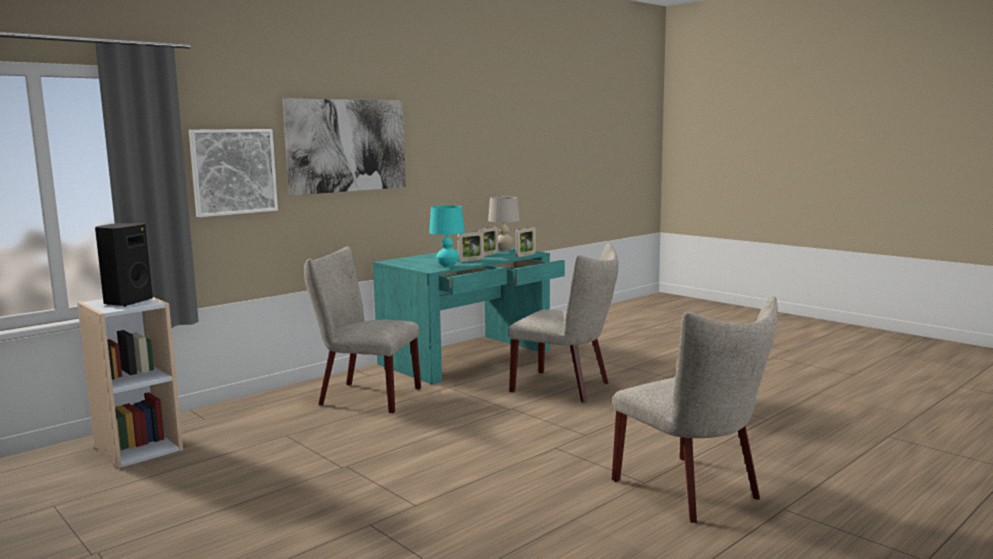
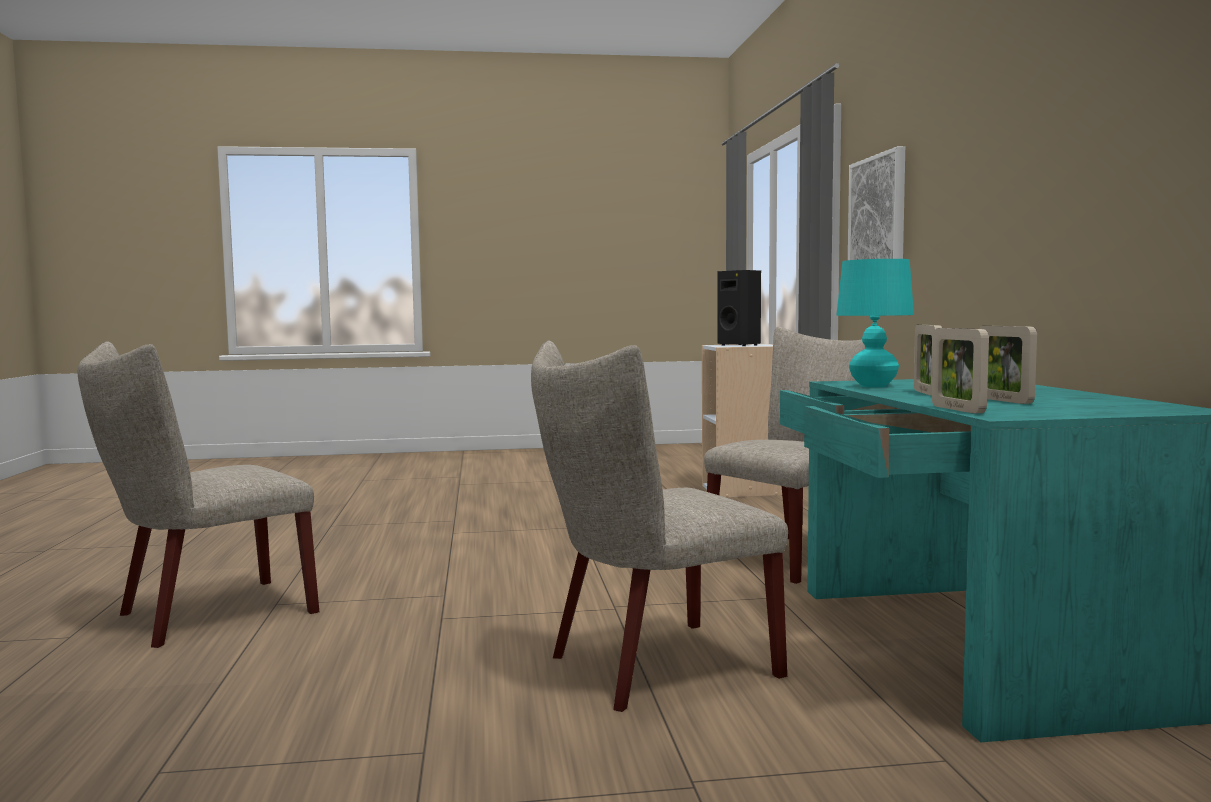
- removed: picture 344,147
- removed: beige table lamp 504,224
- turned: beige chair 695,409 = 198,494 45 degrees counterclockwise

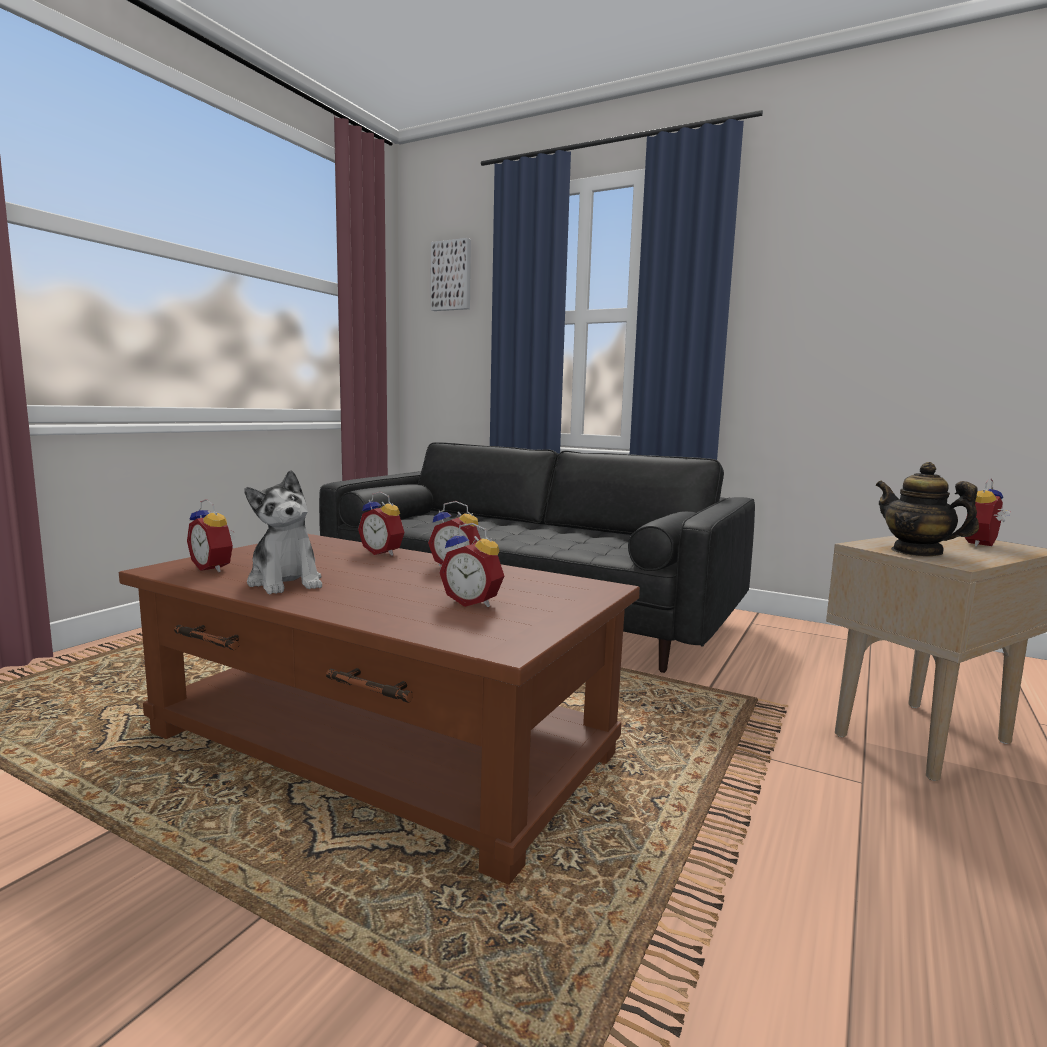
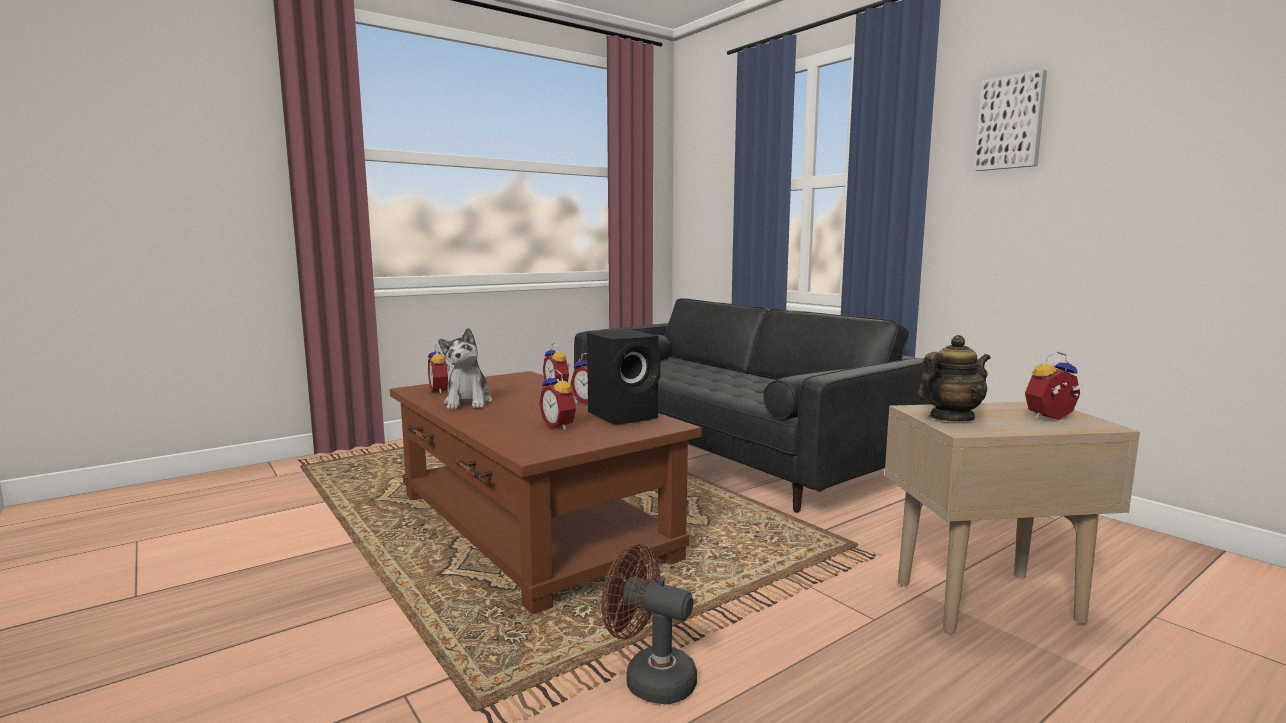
- moved: picture 451,274 to 1010,120
- turned: teapot 927,509 = 954,378 75 degrees clockwise
- added: black speaker 624,377
- added: brown fan 649,624

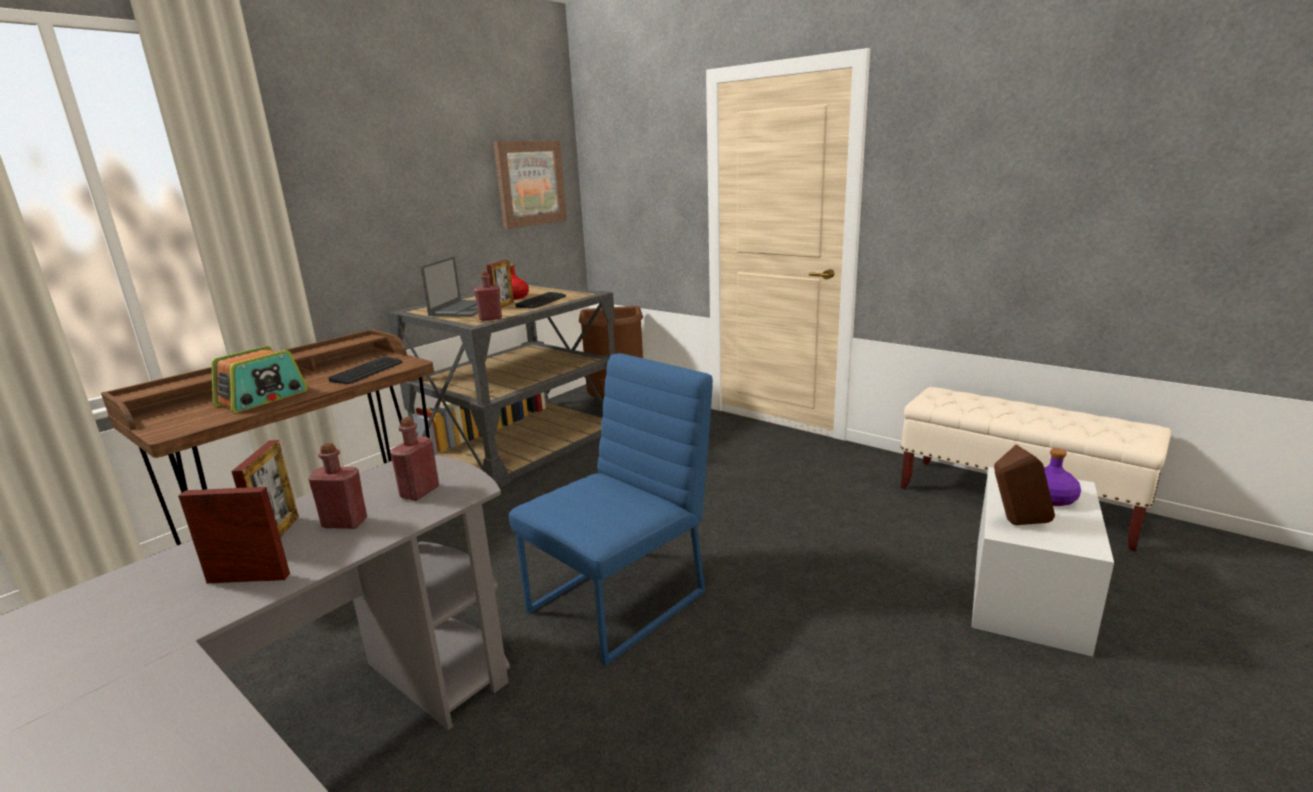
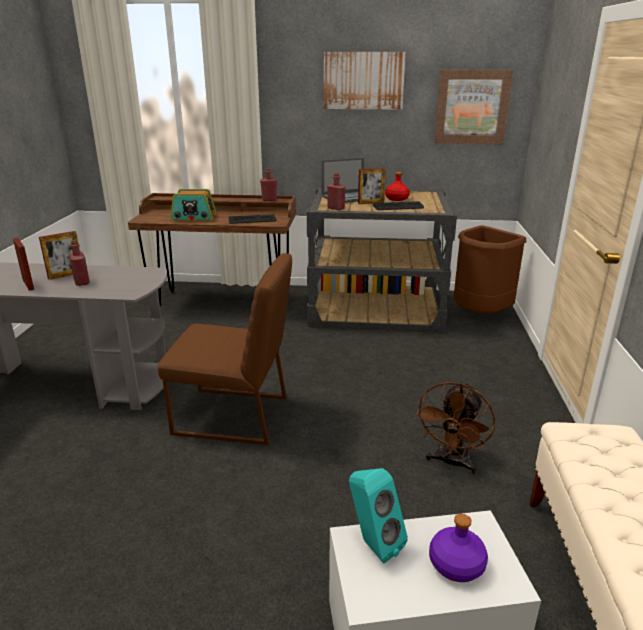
- recoloured: blue chair 611,509 to brown chair 225,349
- moved: red bottle 414,459 to 268,184
- recoloured: brown speaker 1024,484 to turquoise speaker 378,515
- added: picture 365,81
- added: brown fan 455,428

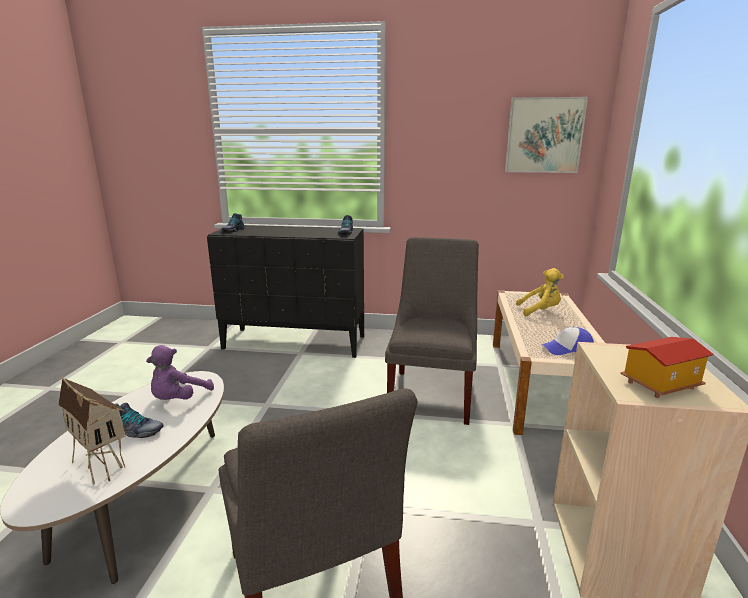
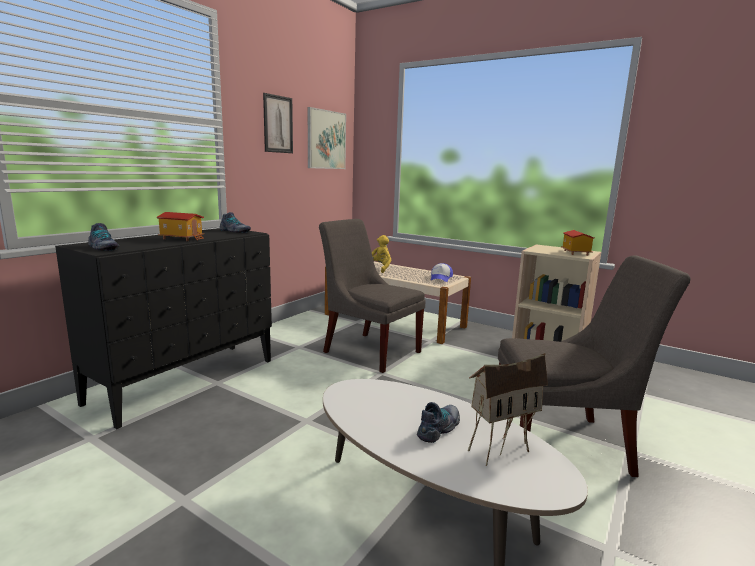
- removed: purple plush toy 180,372
- added: picture 278,123
- added: toy house 180,226

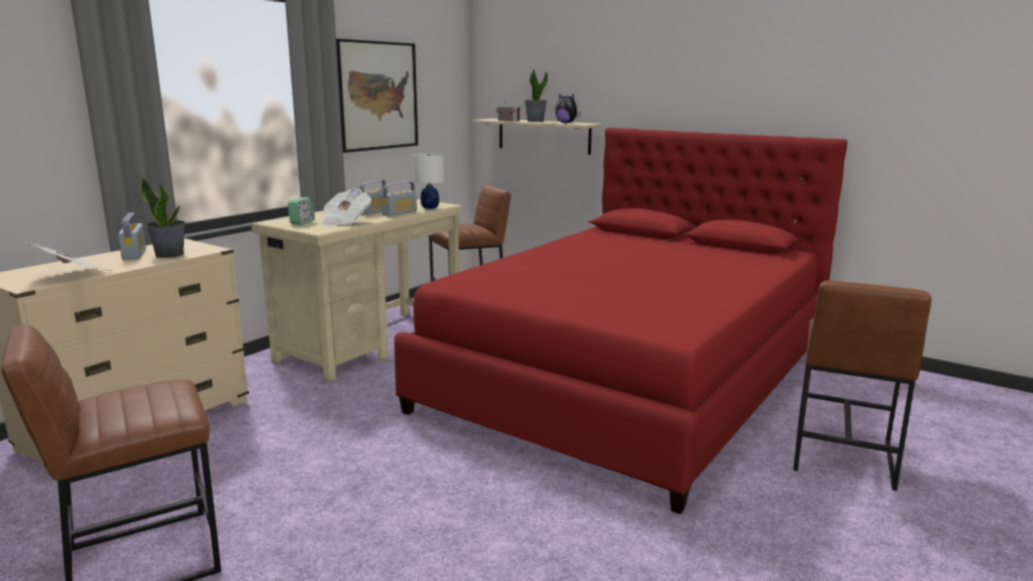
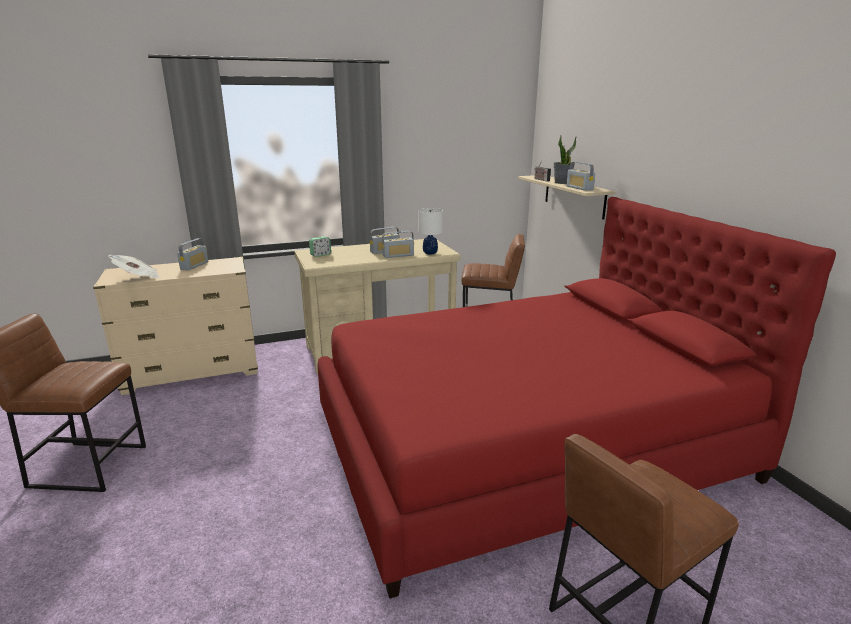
- removed: picture 377,96
- replaced: plush toy 568,108 to radio 580,176
- removed: potted plant 163,217
- removed: newspaper 346,207

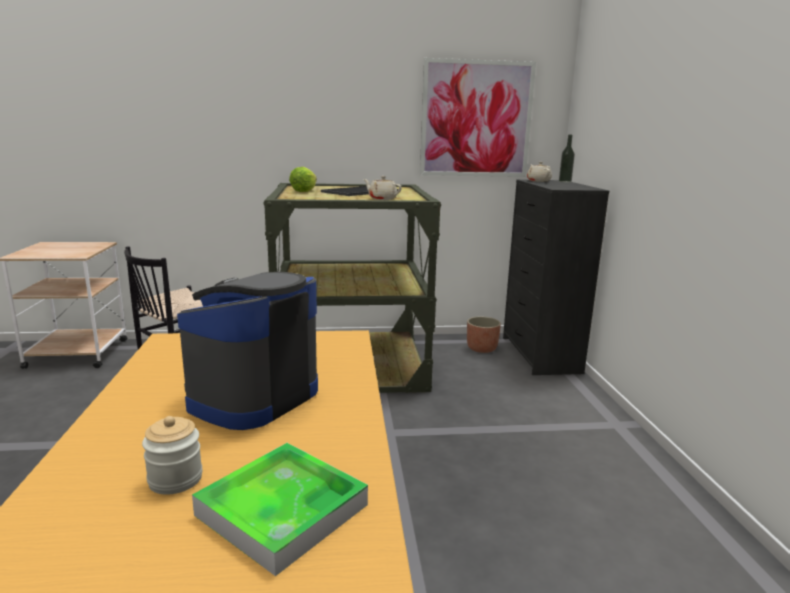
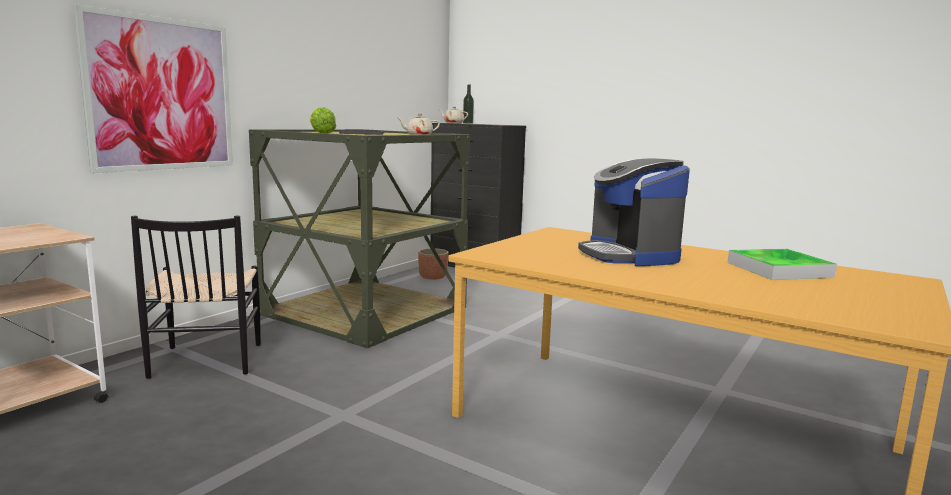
- moved: picture 478,117 to 153,88
- removed: jar 172,455

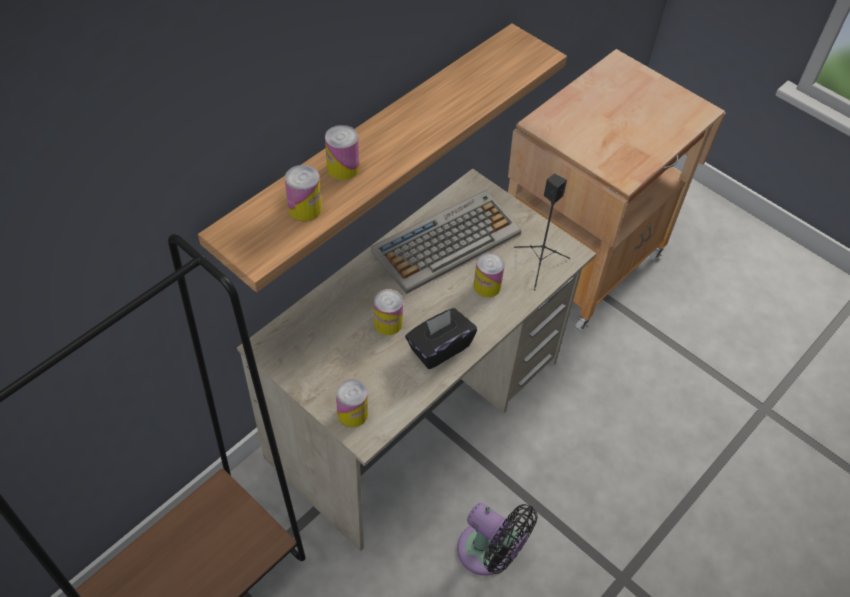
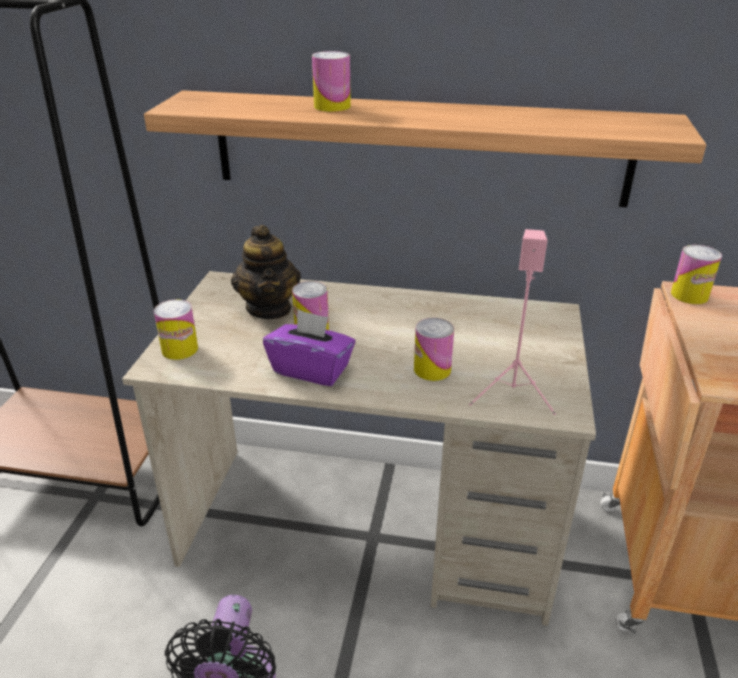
- moved: can 303,193 to 696,274
- recoloured: black speaker 542,231 to pink speaker 512,322
- removed: keyboard 446,242
- recoloured: black tissue box 441,338 to purple tissue box 309,348
- added: teapot 266,272

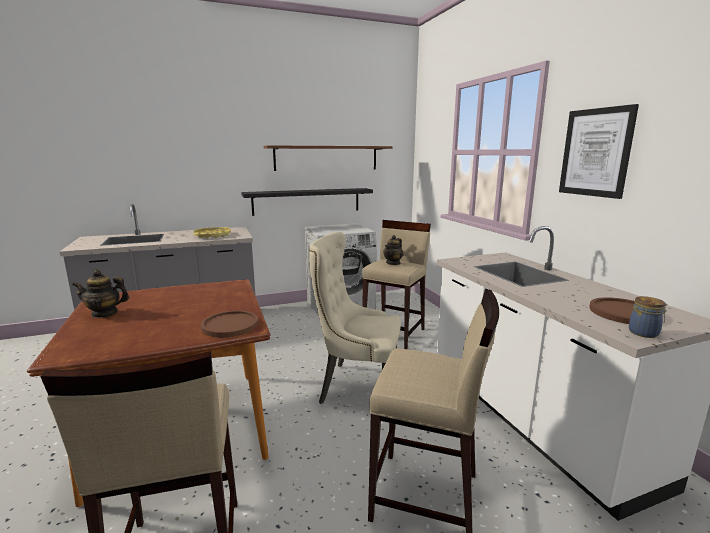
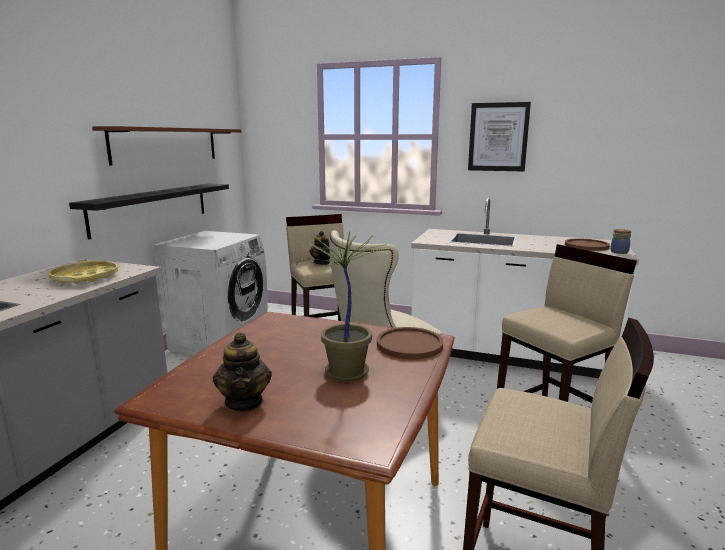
- turned: teapot 100,294 = 242,371 45 degrees counterclockwise
- added: potted plant 343,306

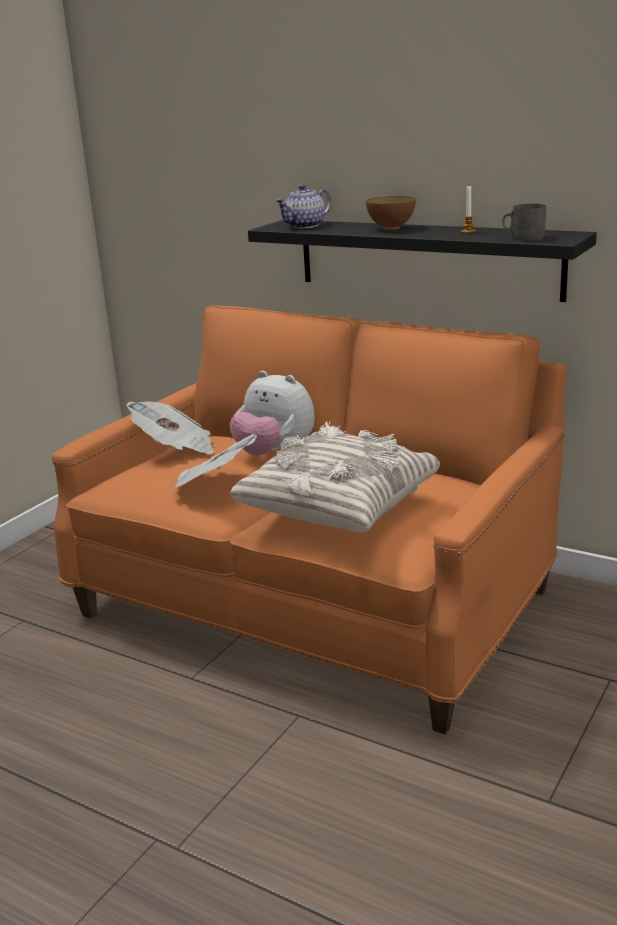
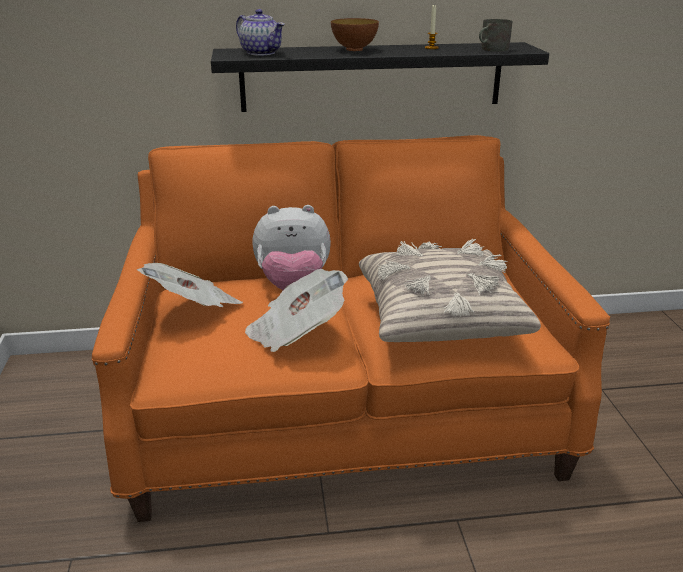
- turned: teapot 303,206 = 260,32 60 degrees counterclockwise

